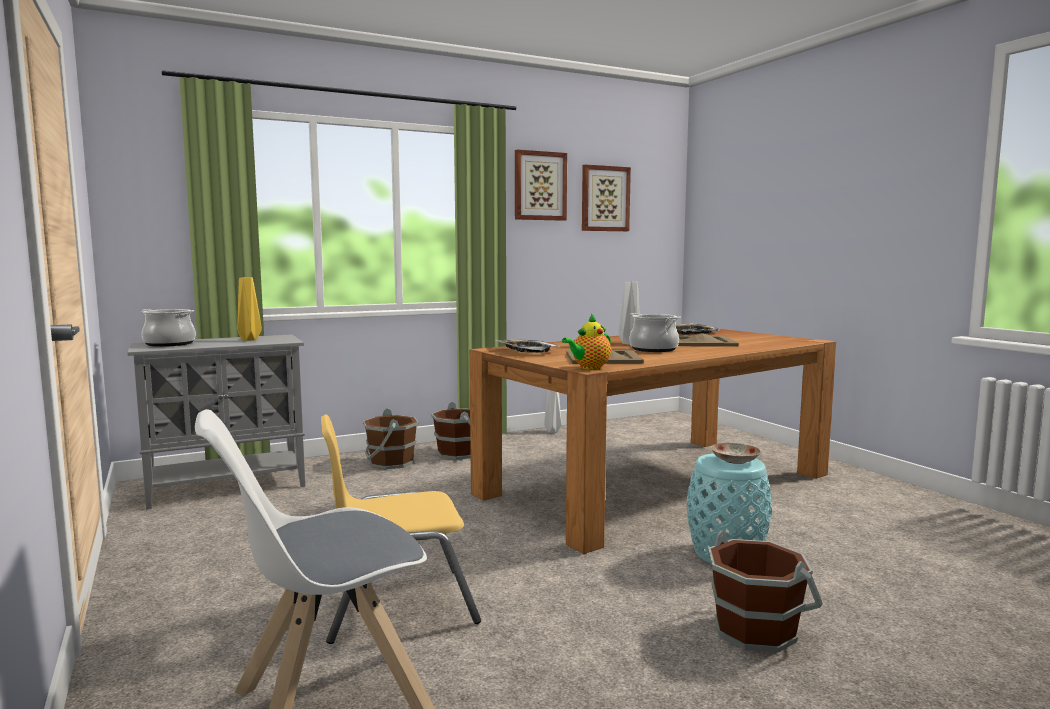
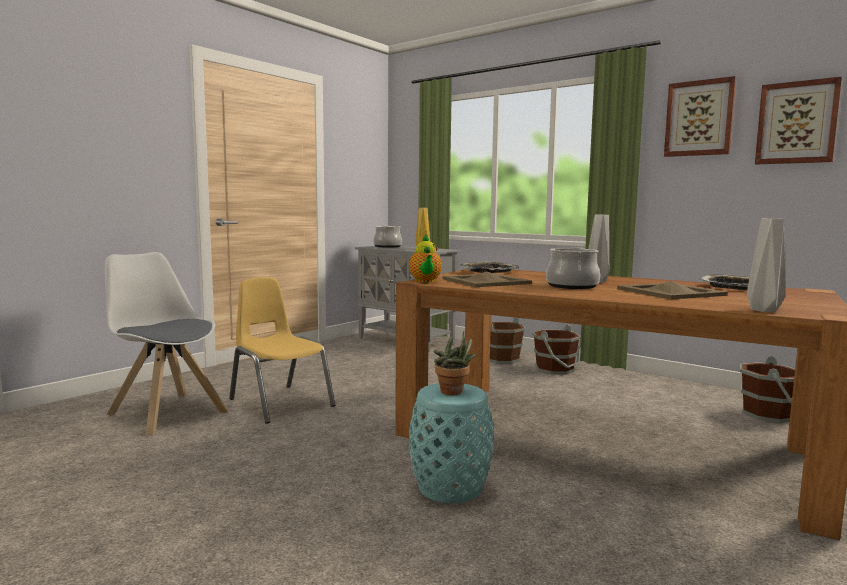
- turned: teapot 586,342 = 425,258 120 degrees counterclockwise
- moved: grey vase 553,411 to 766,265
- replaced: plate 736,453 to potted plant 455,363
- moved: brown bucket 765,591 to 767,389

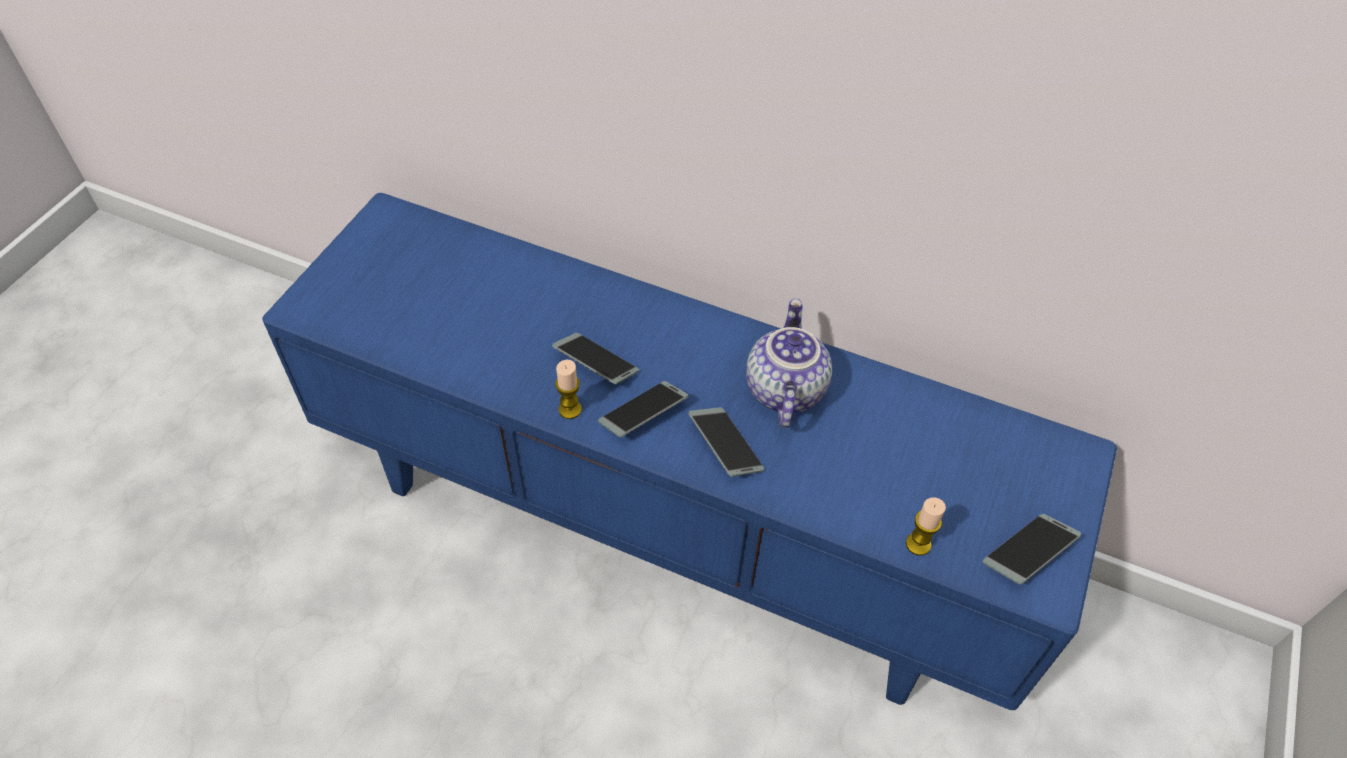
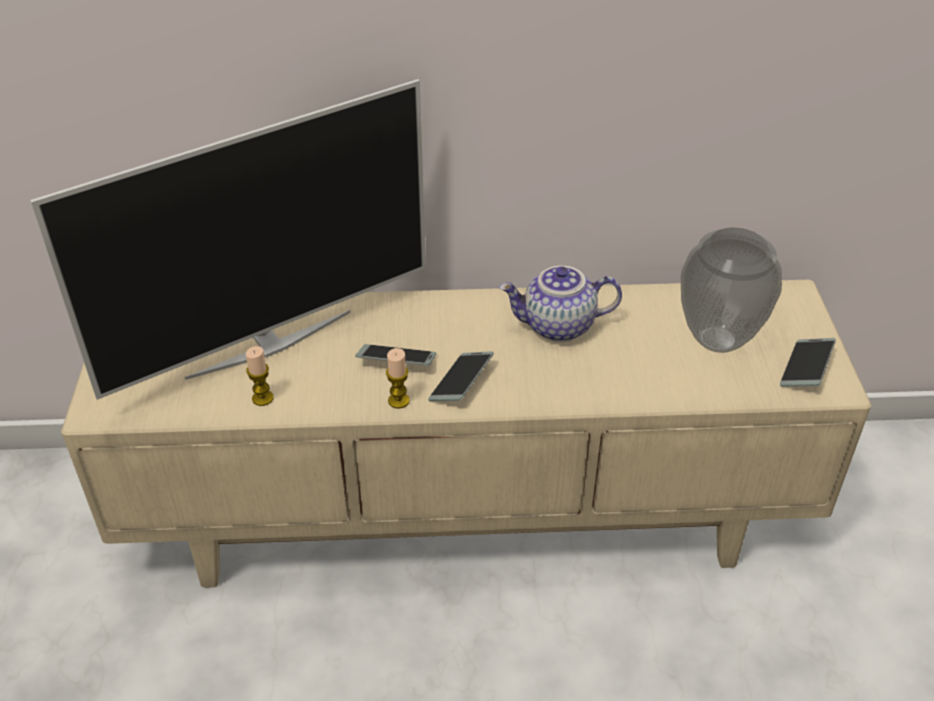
- recoloured: blue tv stand 689,451 to beige tv stand 466,434
- turned: teapot 789,363 = 560,304 75 degrees counterclockwise
- removed: phone 726,442
- moved: candle 926,526 to 260,376
- added: television 228,239
- added: vase 731,290

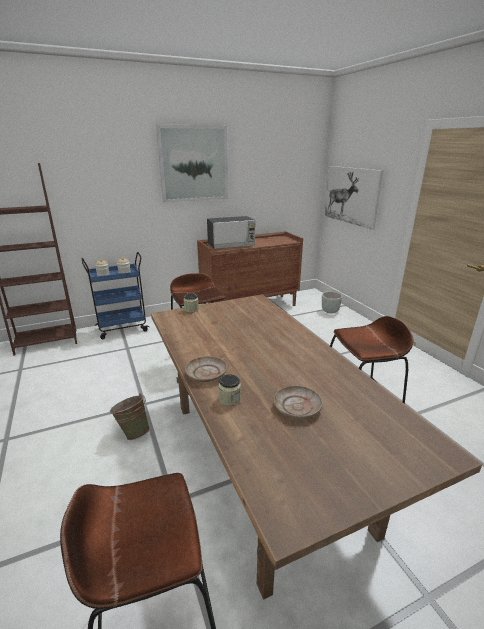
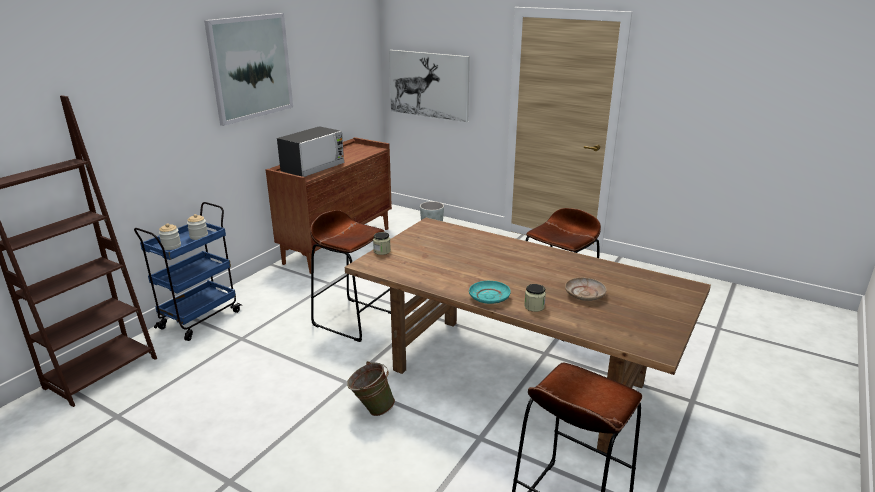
- recoloured: beige plate 206,369 to turquoise plate 490,292

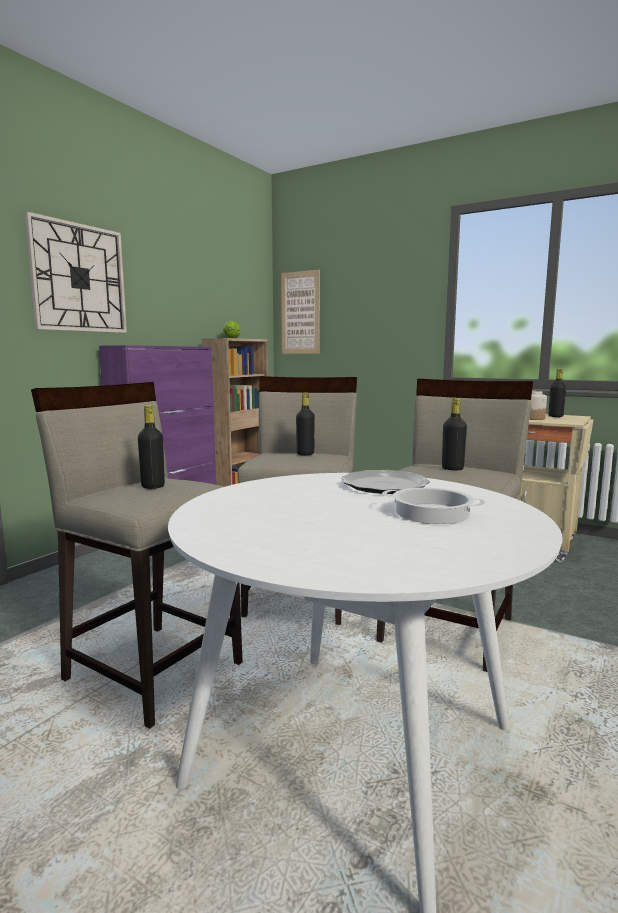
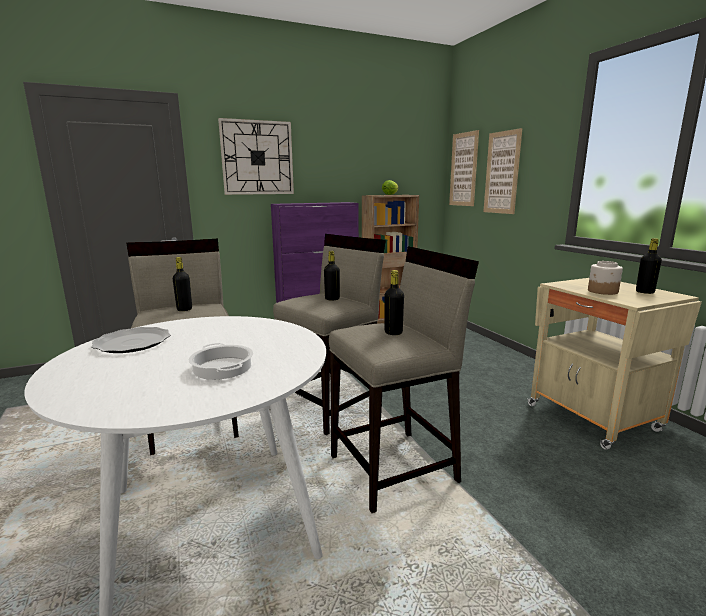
- moved: plate 385,482 to 130,340
- added: picture 503,171

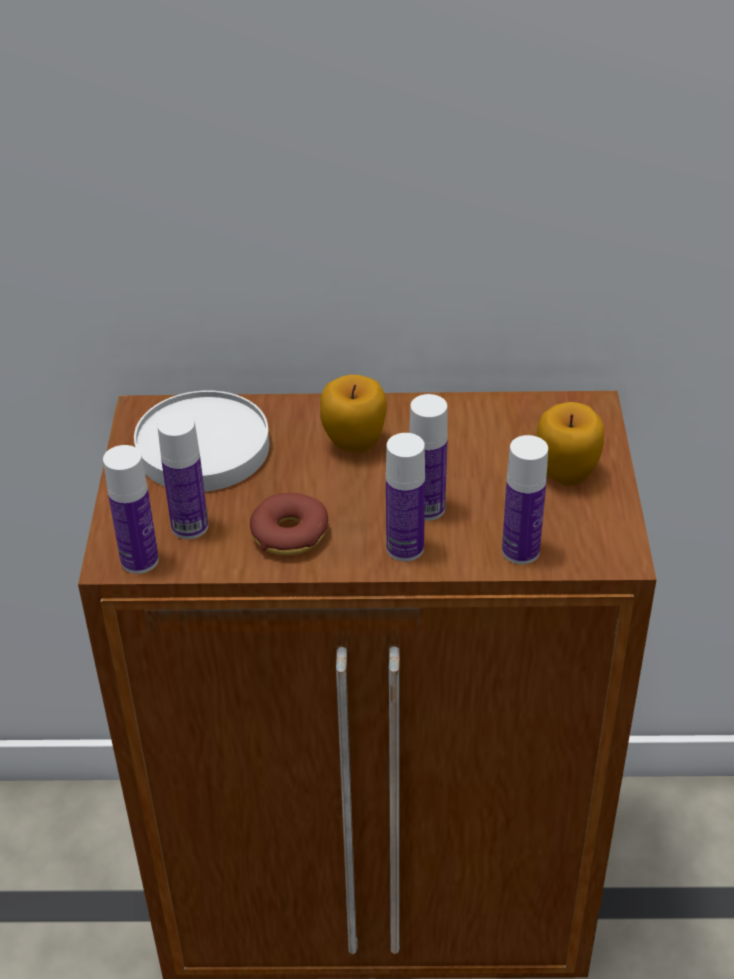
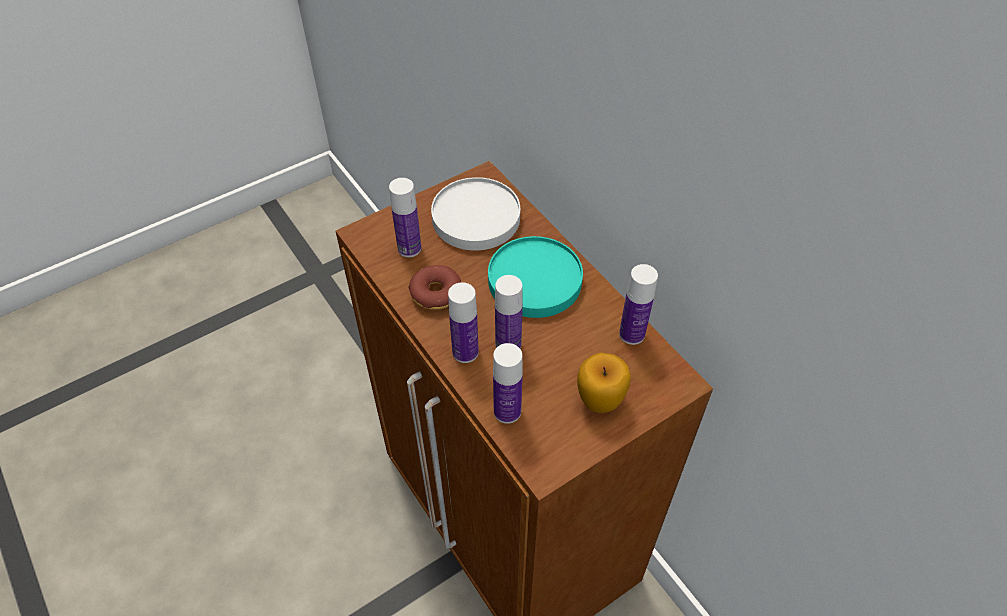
- replaced: apple 353,413 to turquoise plate 535,277
- moved: bottle 131,509 to 638,304

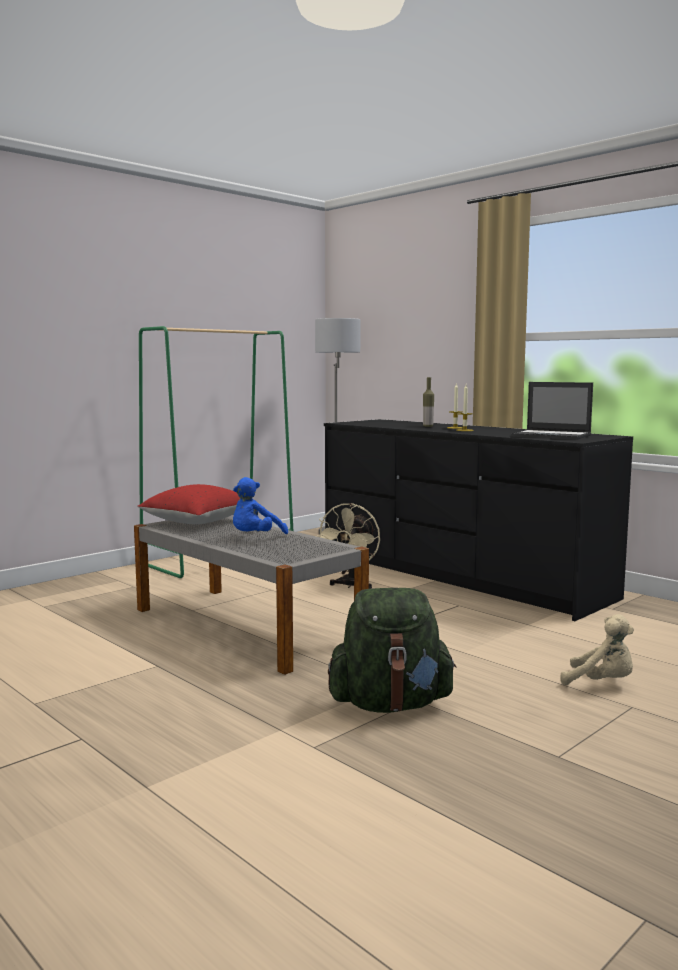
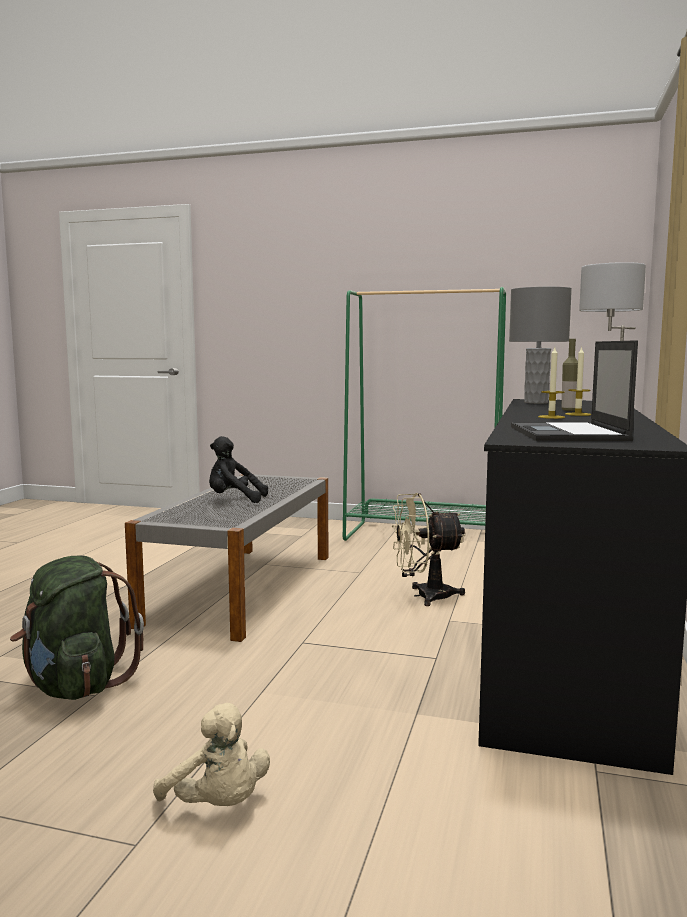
- recoloured: blue plush toy 260,505 to black plush toy 238,469
- removed: red pillow 189,504
- turned: beige plush toy 597,649 = 211,754 45 degrees counterclockwise
- added: grey table lamp 540,345

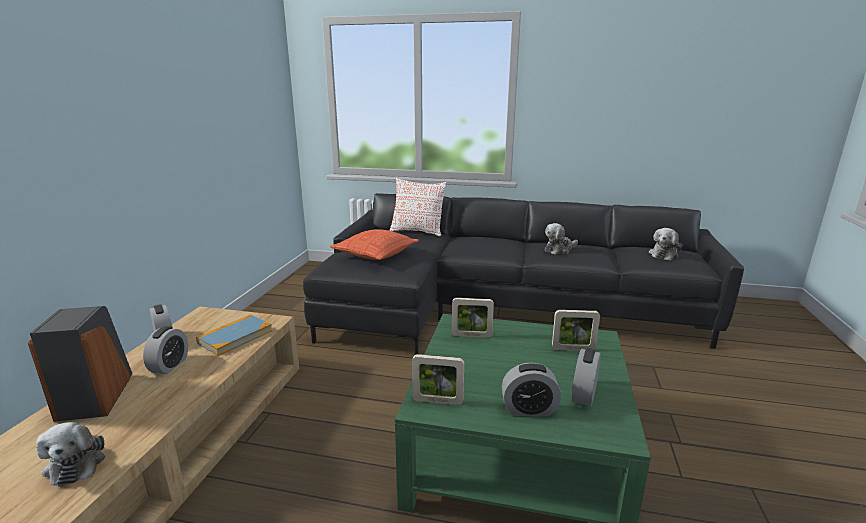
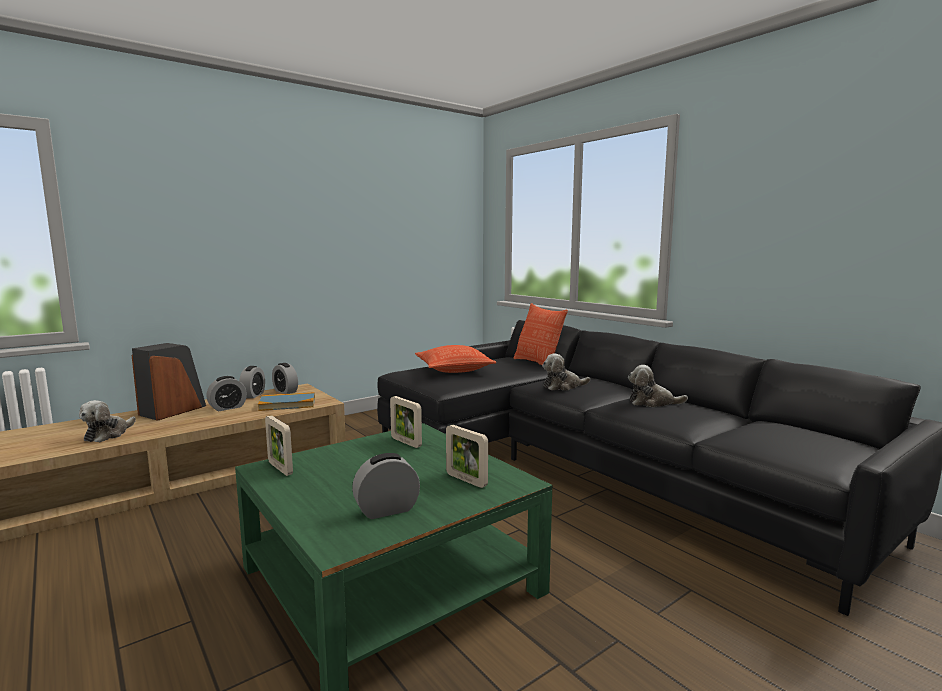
- recoloured: white pillow 418,207 to orange pillow 541,334
- moved: plush toy 666,244 to 566,372
- moved: alarm clock 531,390 to 285,378

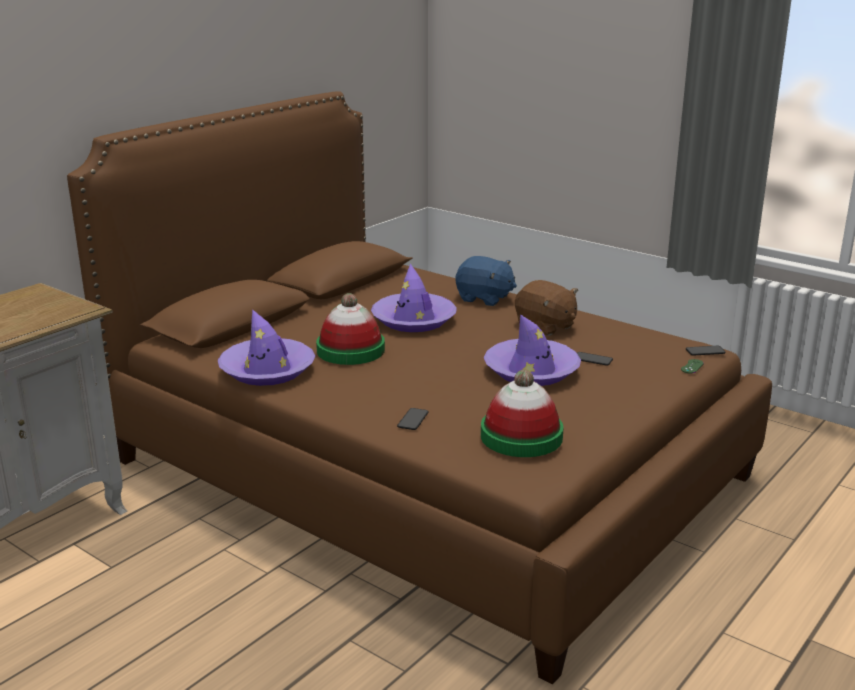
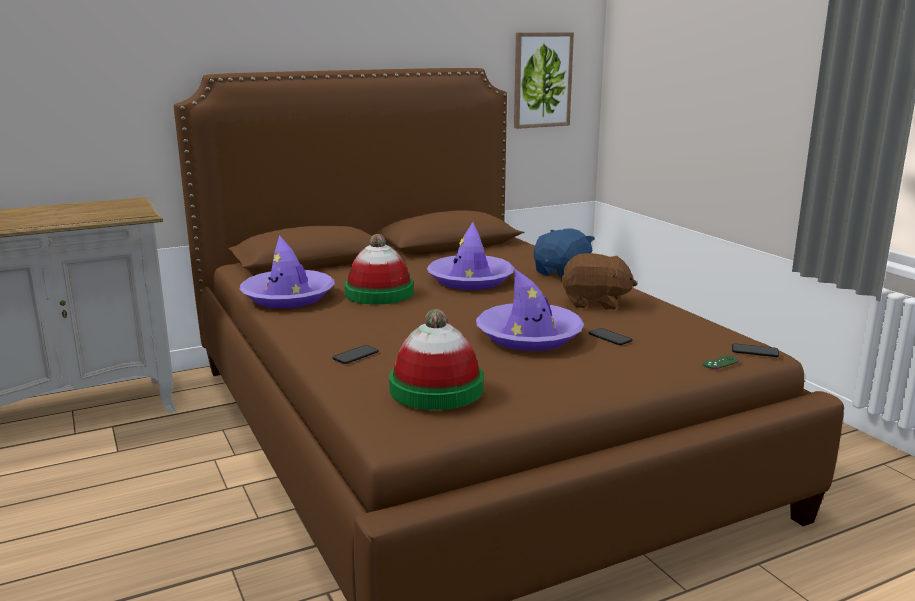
- turned: blue plush toy 486,281 = 564,253 105 degrees counterclockwise
- turned: brown plush toy 546,308 = 599,281 60 degrees counterclockwise
- added: picture 544,80

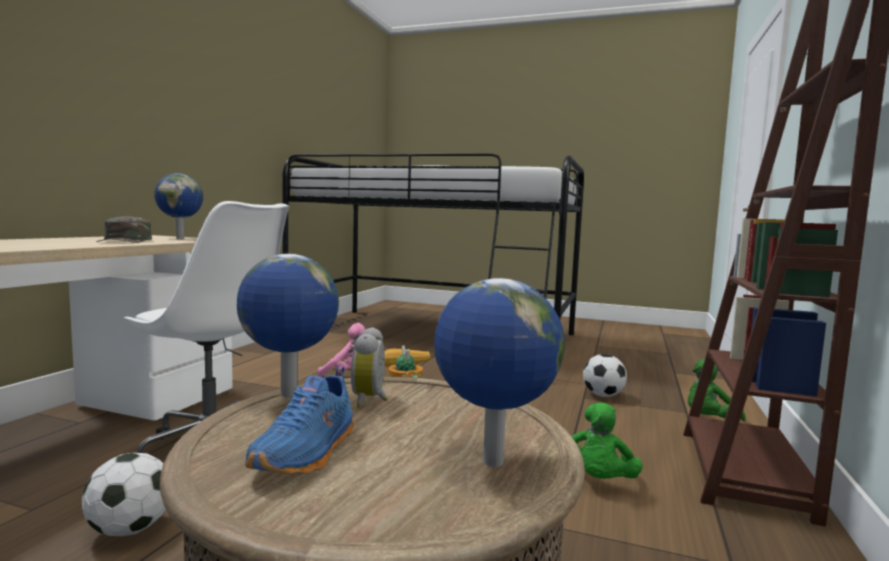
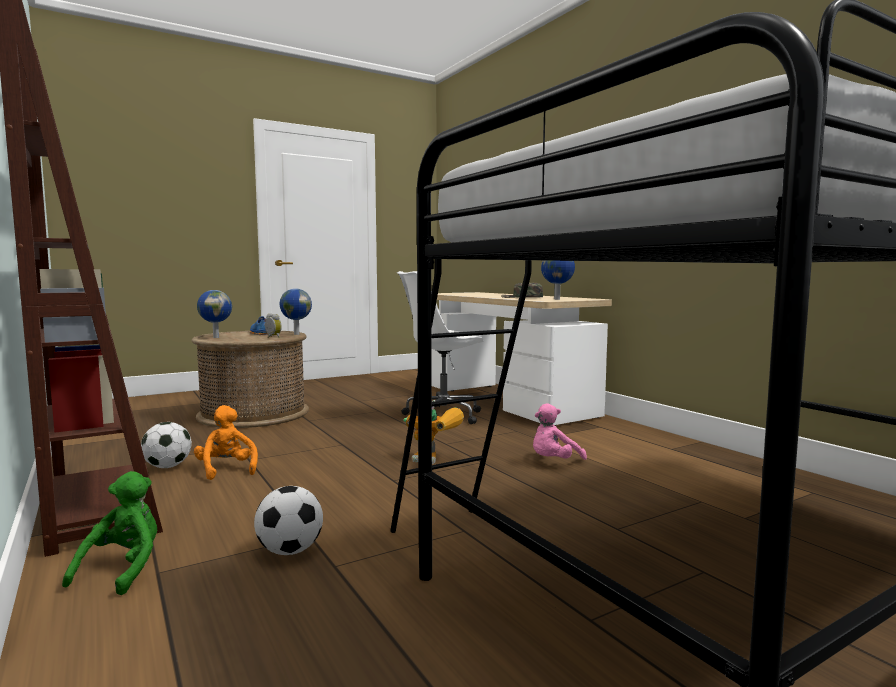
- recoloured: green plush toy 607,440 to orange plush toy 226,442
- moved: football 124,494 to 166,445

